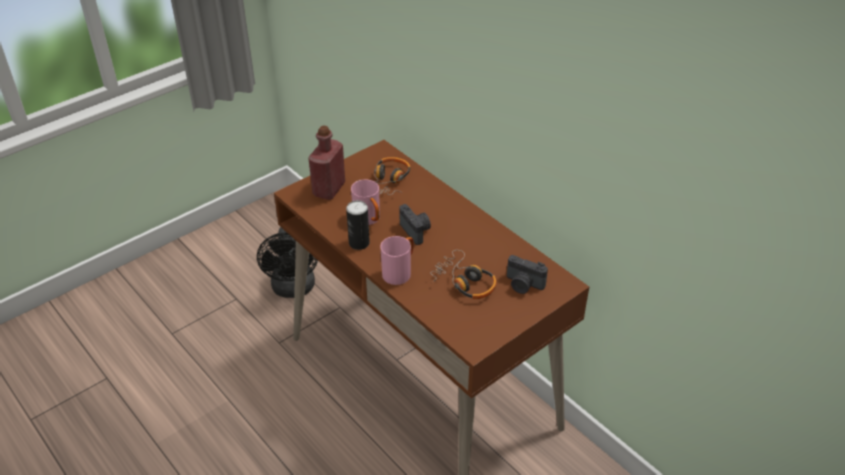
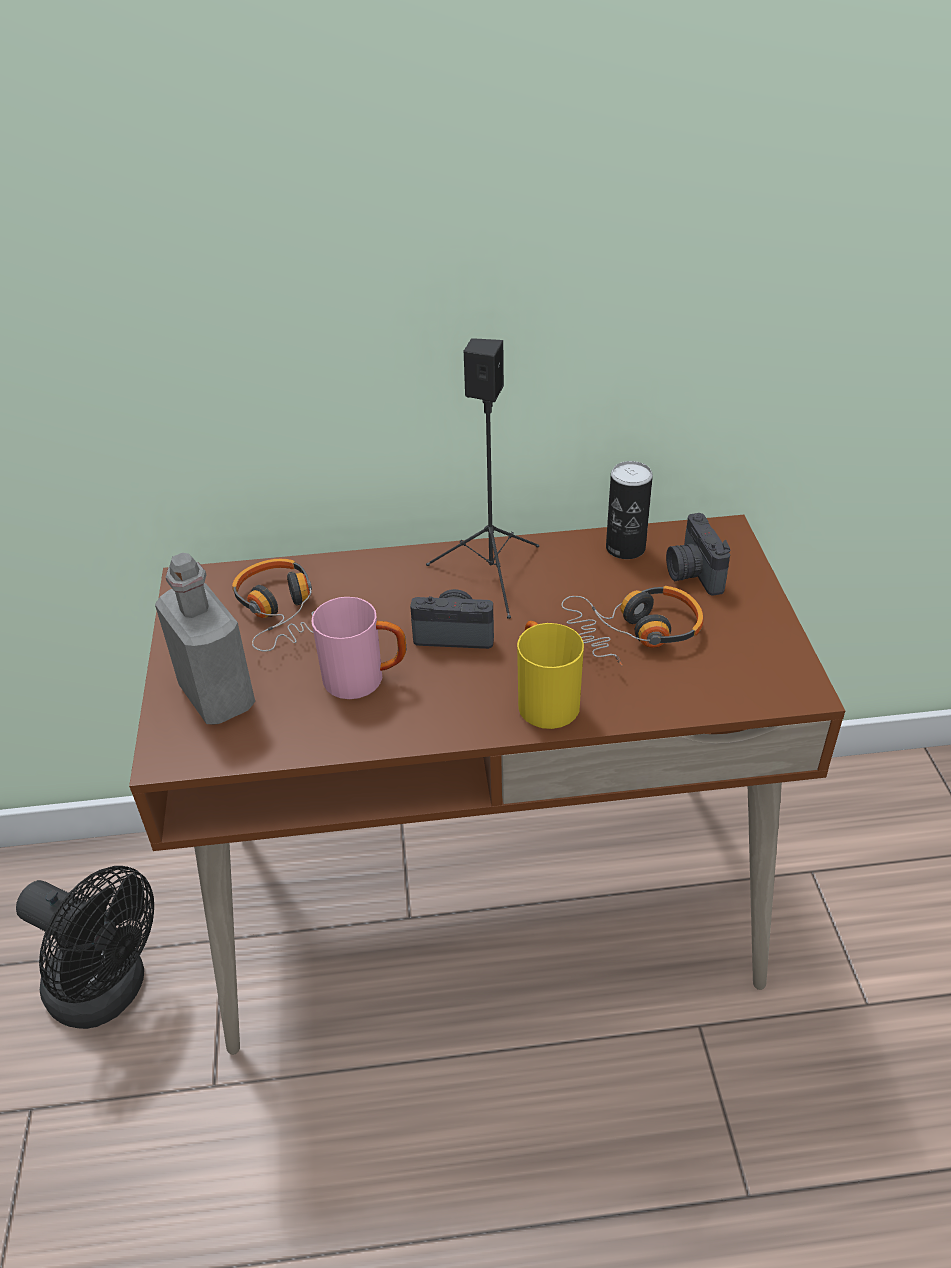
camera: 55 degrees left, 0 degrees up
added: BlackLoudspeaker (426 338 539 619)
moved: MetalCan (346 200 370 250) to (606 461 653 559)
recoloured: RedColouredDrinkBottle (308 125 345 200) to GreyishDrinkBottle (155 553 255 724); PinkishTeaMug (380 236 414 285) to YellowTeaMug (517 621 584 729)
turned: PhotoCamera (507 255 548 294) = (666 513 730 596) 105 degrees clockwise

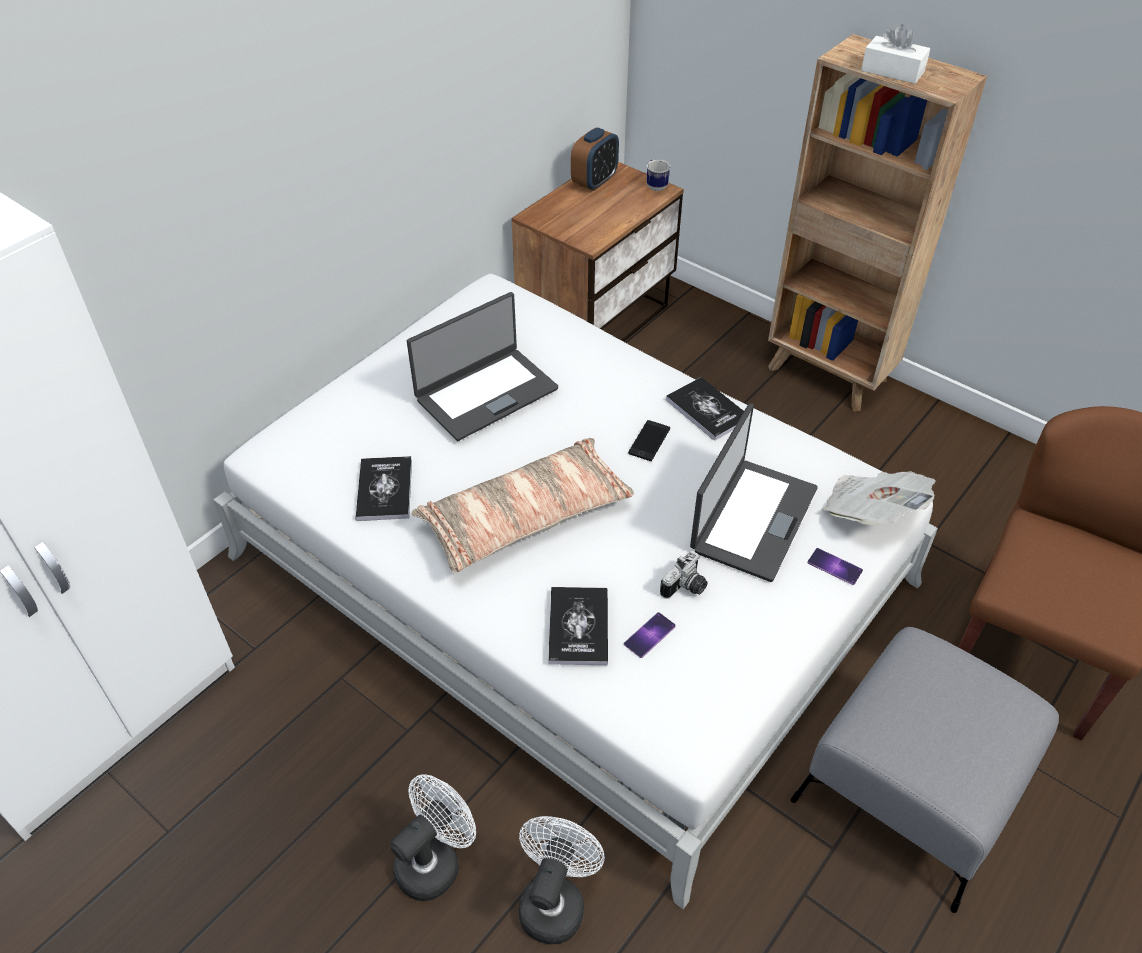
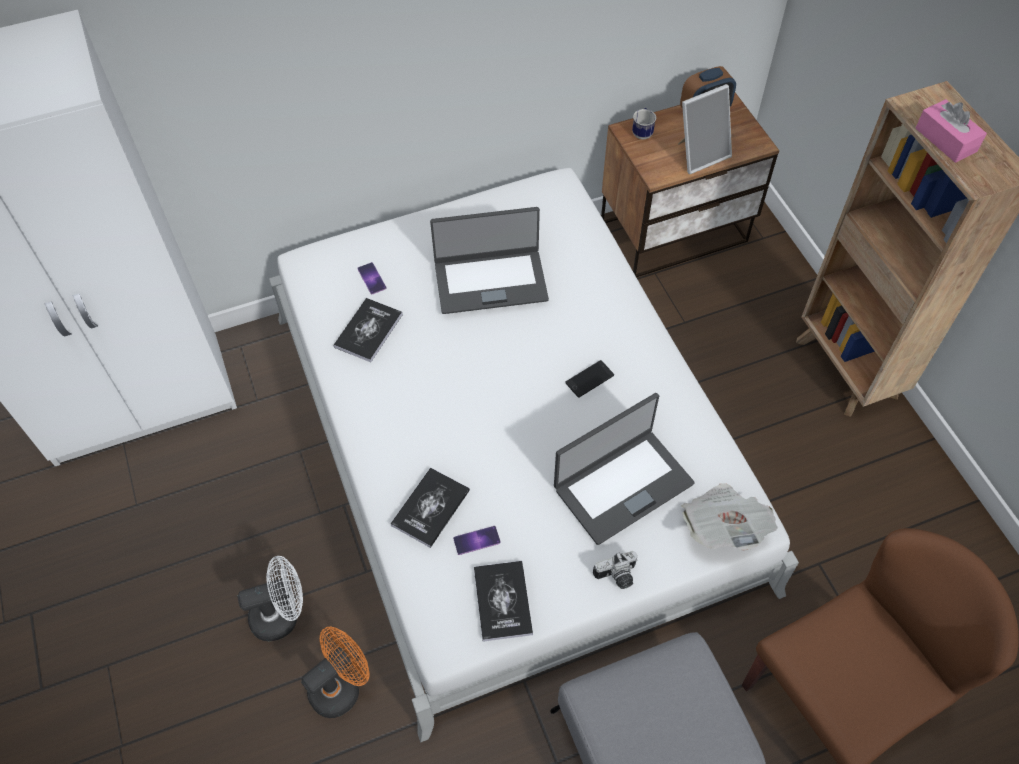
camera: 30 degrees right, 10 degrees up
removed: ThrowPillow (412 438 634 573)
added: PhotoFrame (678 84 732 174)
moved: TeaMug (646 159 671 191) to (632 108 656 139); PhotoCamera (660 551 708 599) to (593 551 637 589); Book (666 377 744 441) to (474 561 533 642); Handset (807 548 863 585) to (357 262 387 294)
recoloured: WhitishElectricFan (519 816 605 945) to OrangeColouredElectricFan (301 626 370 718); WhitishTissueBox (861 24 930 84) to PinkishTissueBox (916 99 987 163)

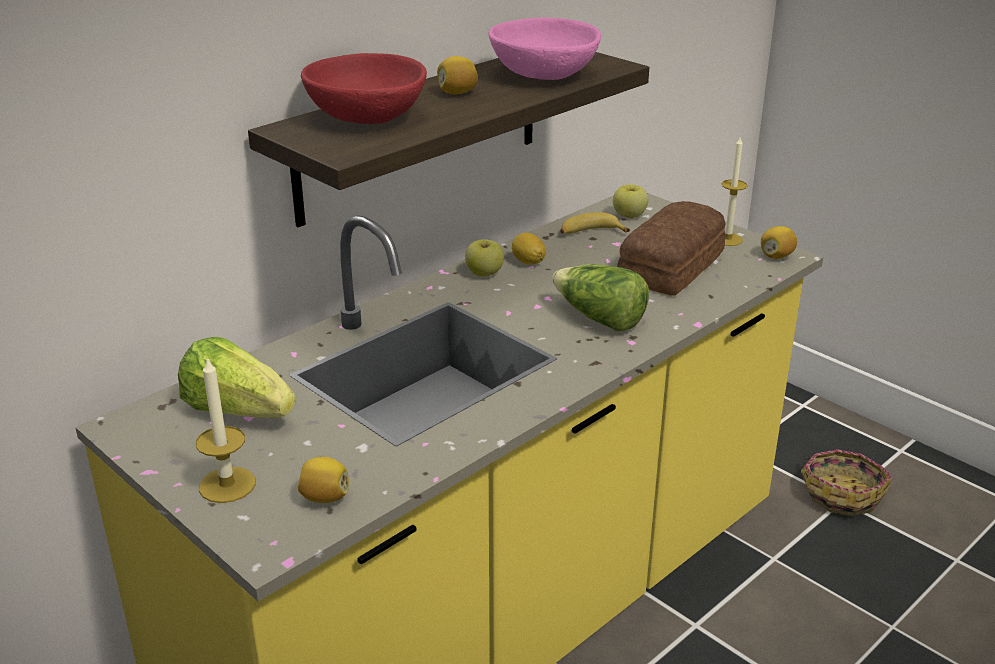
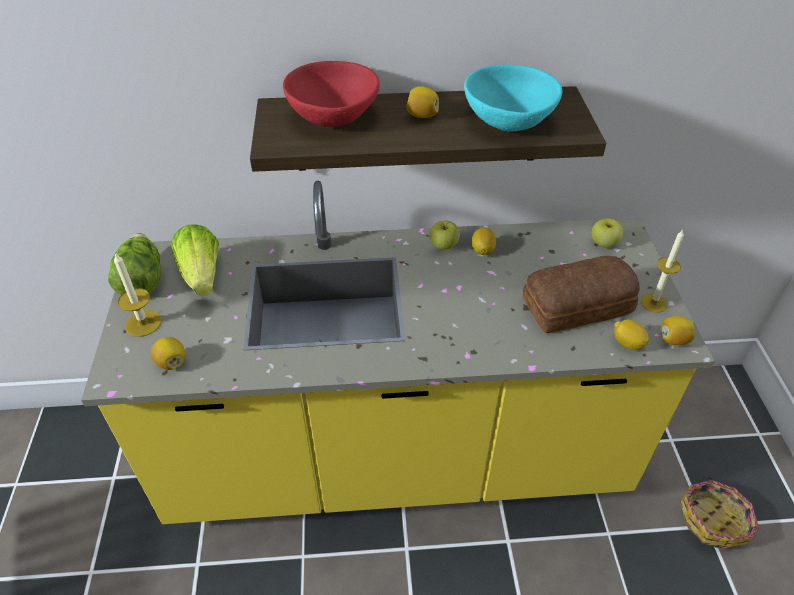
camera: 40 degrees right, 15 degrees up
removed: BananaFruit (560 212 630 234)
added: CitrusFruit (614 319 649 350)
moved: LettuceHead (552 264 649 332) to (108 233 161 295)
recoloured: PinkishDeepDish (488 18 601 80) to TurquoiseColouredDeepDish (464 64 562 132)

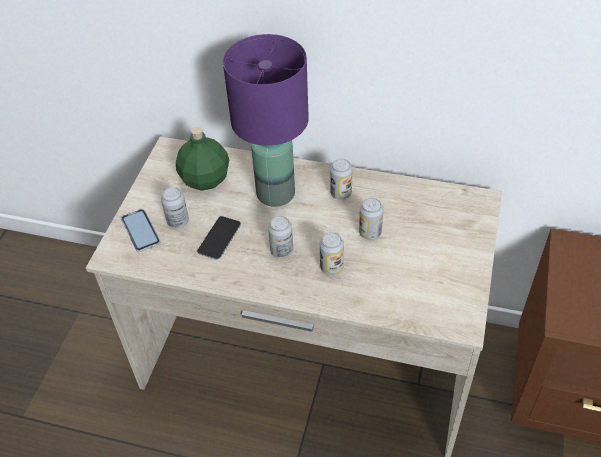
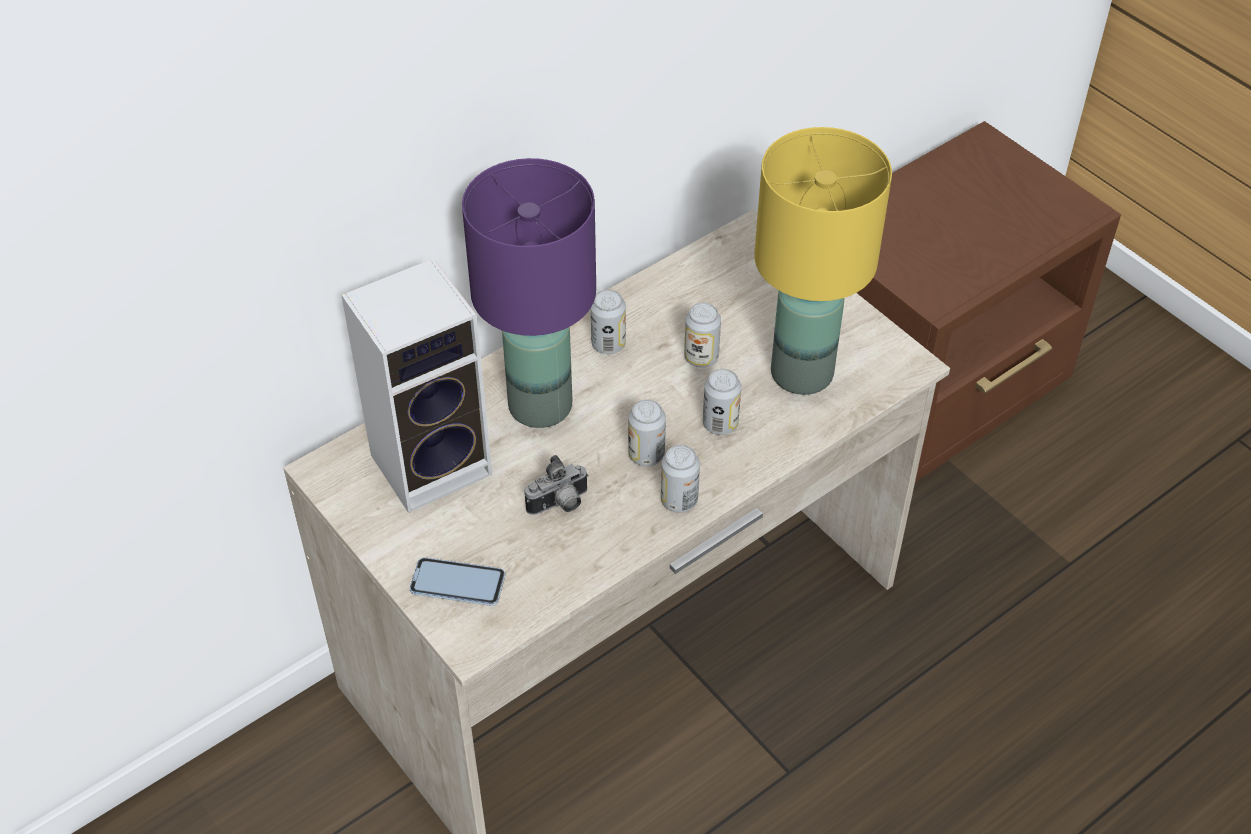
camera: 55 degrees left, 0 degrees up
added: YellowLampForATable (754 127 892 395)
moved: MetalCan (161 187 189 229) to (661 445 700 513)
replaced: GreenColouredDrinkBottle (176 127 229 191) to Loudspeaker (341 258 492 513); Handset (197 216 241 260) to PhotoCamera (525 455 589 515)

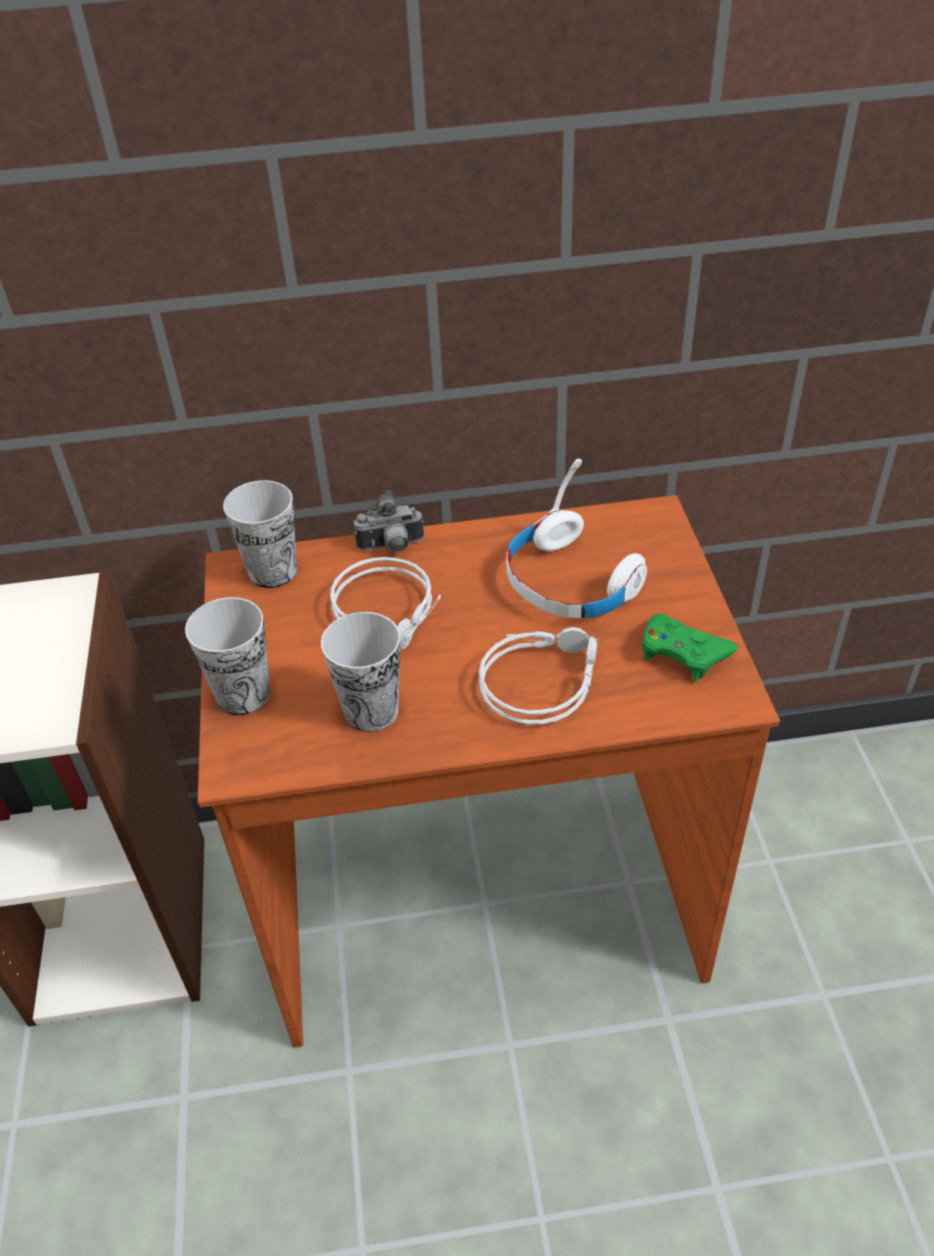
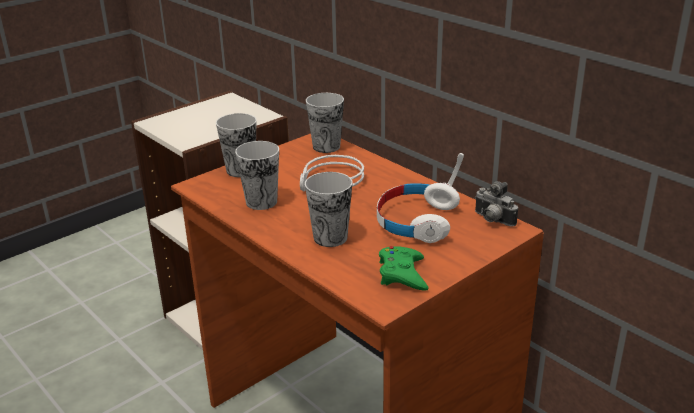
camera: 55 degrees right, 15 degrees down
moved: PhotoCamera (354 490 424 552) to (475 181 518 227)
replaced: GreyishHeadphones (479 627 597 725) to DrinkingCup (305 172 352 247)

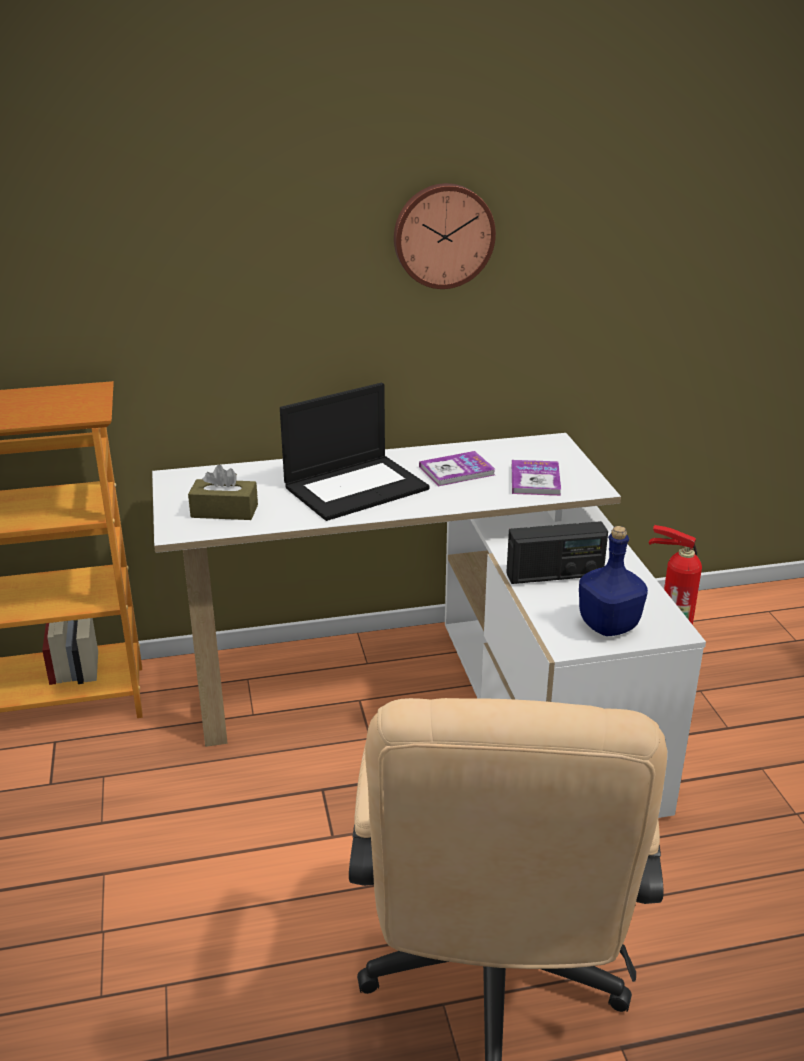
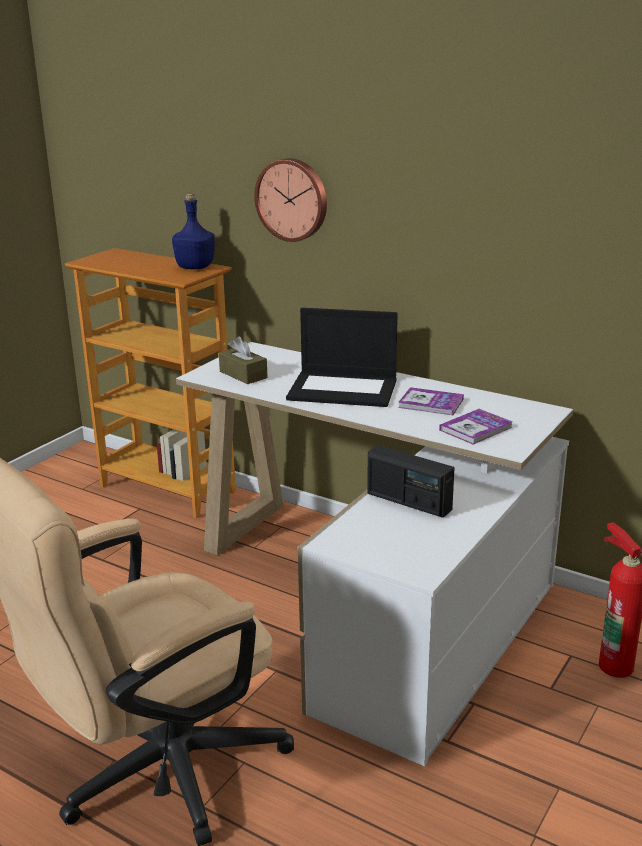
camera: 45 degrees right, 5 degrees down
moved: ClockOnTheWall (394 183 496 289) to (254 158 327 242); BlueDrinkBottle (579 526 648 636) to (172 194 215 269)

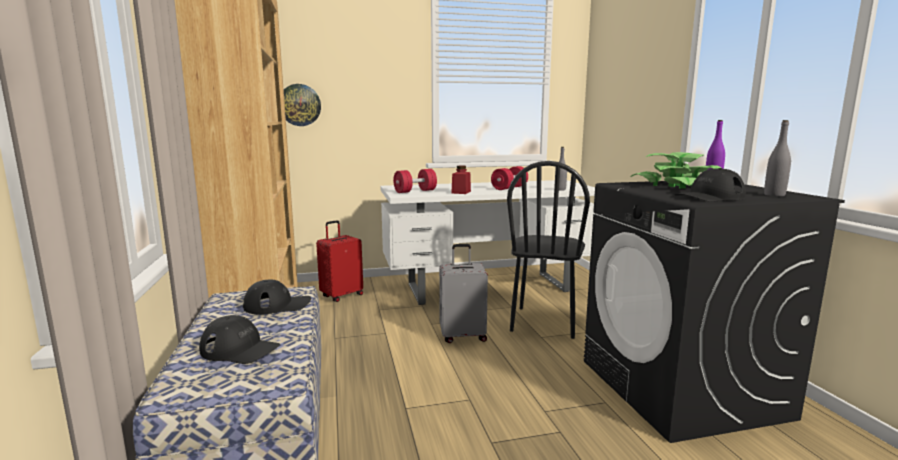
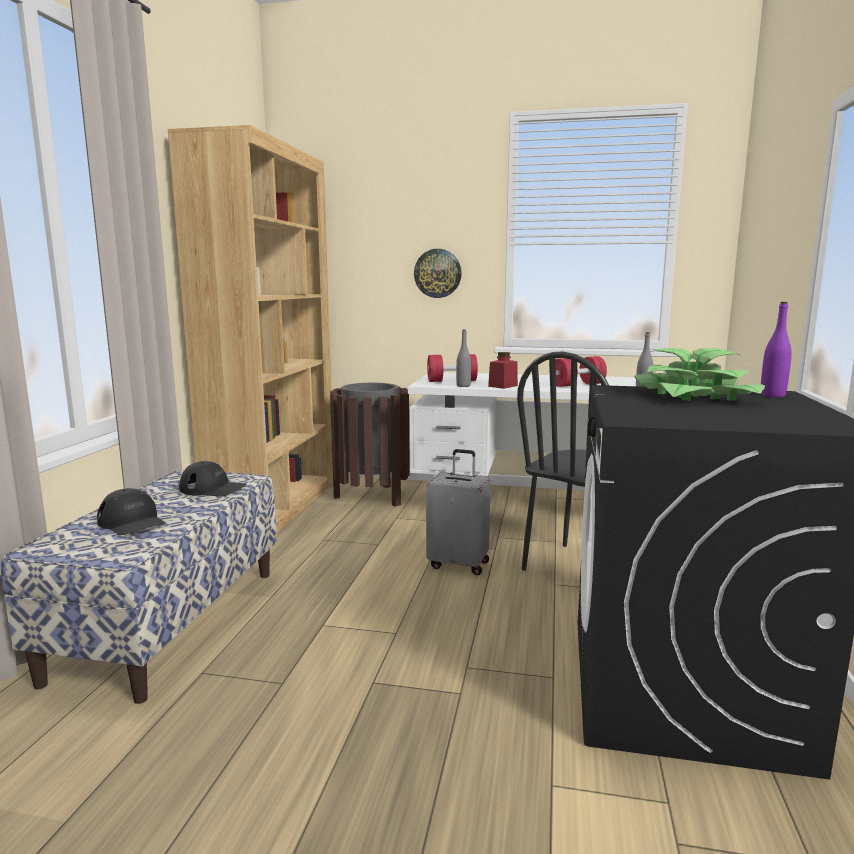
camera: 25 degrees right, 0 degrees up
removed: BlackCap (674 168 746 202)
moved: ClockOnTheWall (284 84 321 126) to (414 249 462 298); GreyishDrinkBottle (764 120 791 196) to (456 330 471 387)
replaced: RedColouredPieceOfLuggage (316 220 363 302) to BrownWasteBin (330 383 410 507)

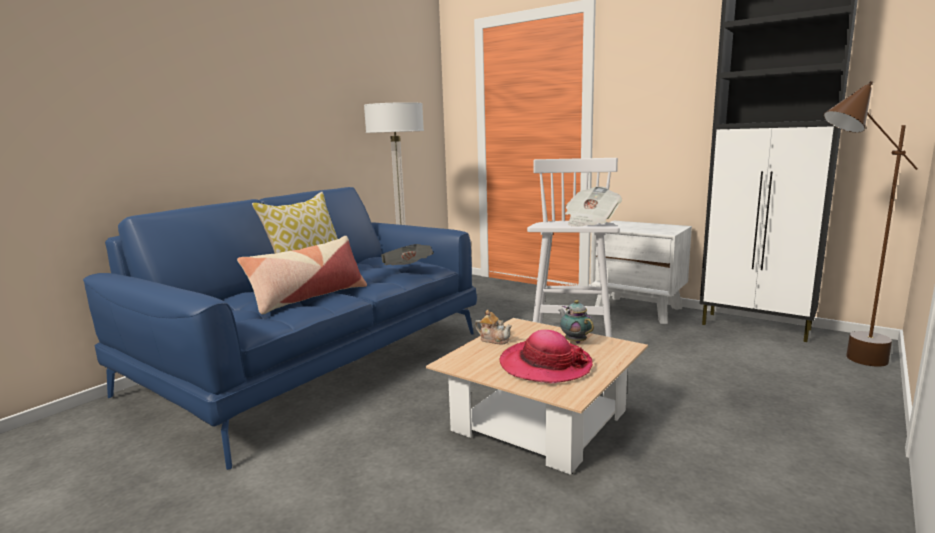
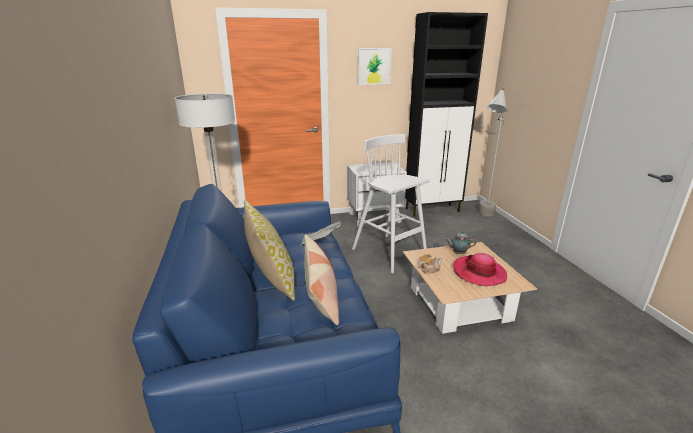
camera: 50 degrees left, 10 degrees up
removed: Newspaper (565 186 622 227)
added: Picture (358 48 392 85)
recoloured: BrownStandingLamp (824 81 918 367) to GreyishStandingLamp (478 88 507 217)

